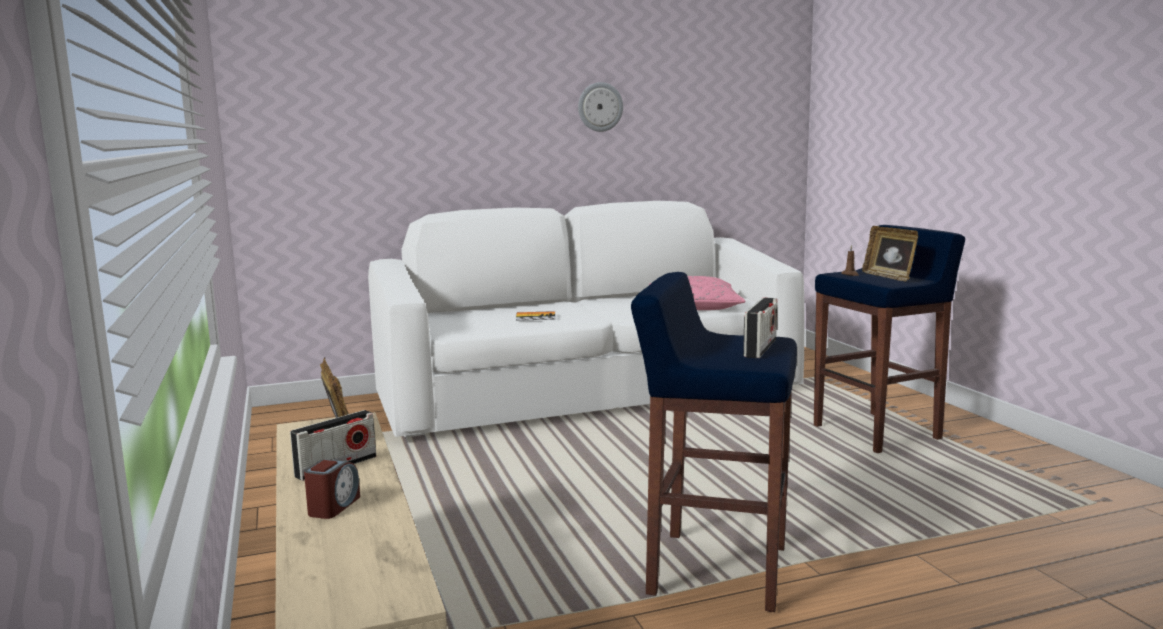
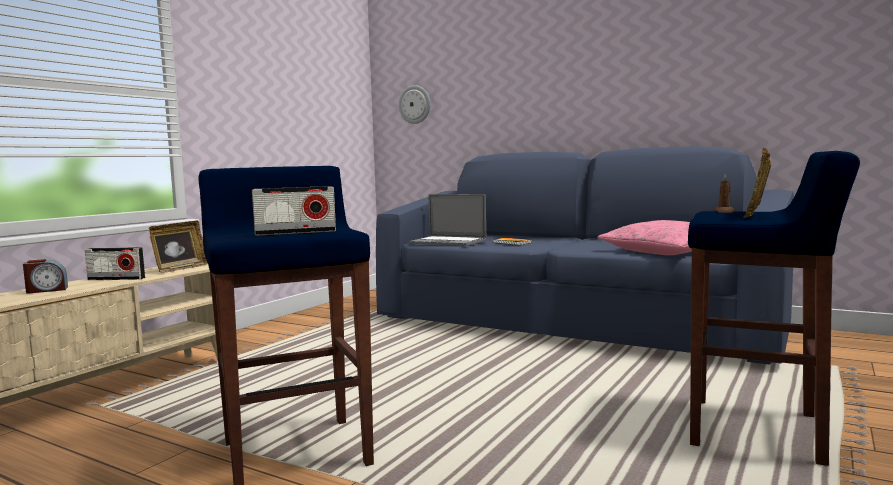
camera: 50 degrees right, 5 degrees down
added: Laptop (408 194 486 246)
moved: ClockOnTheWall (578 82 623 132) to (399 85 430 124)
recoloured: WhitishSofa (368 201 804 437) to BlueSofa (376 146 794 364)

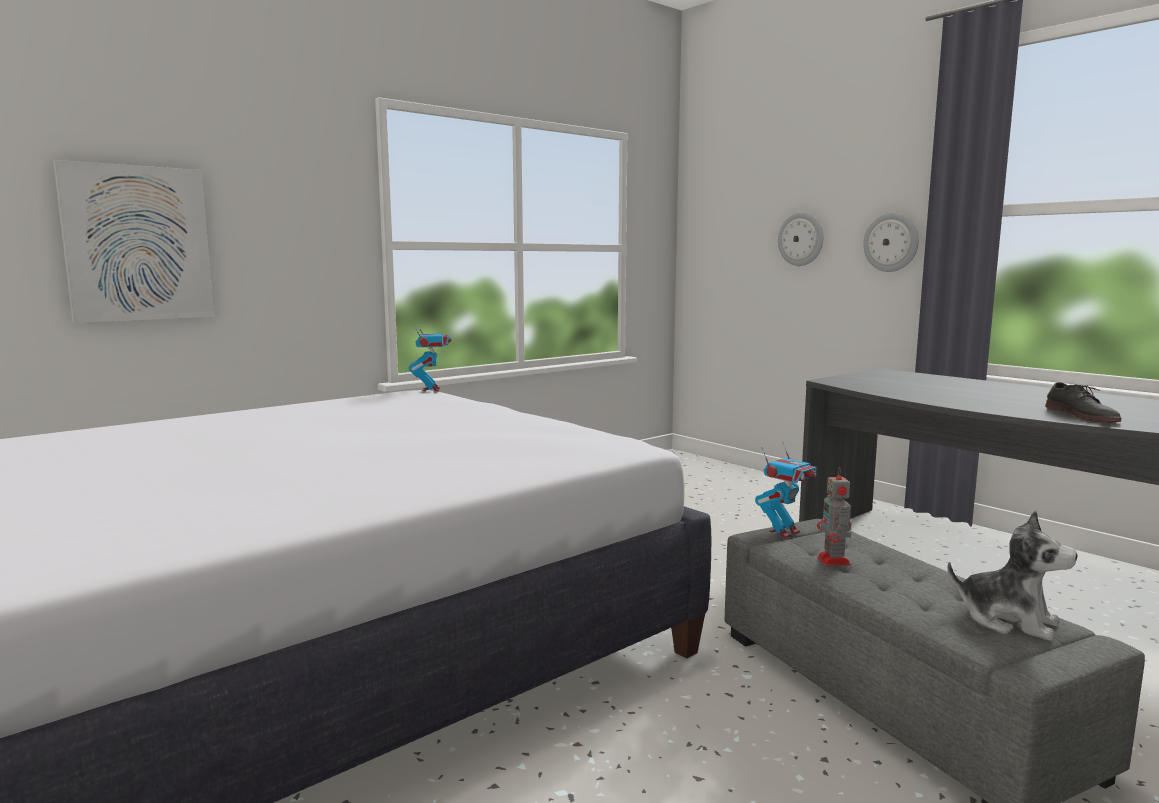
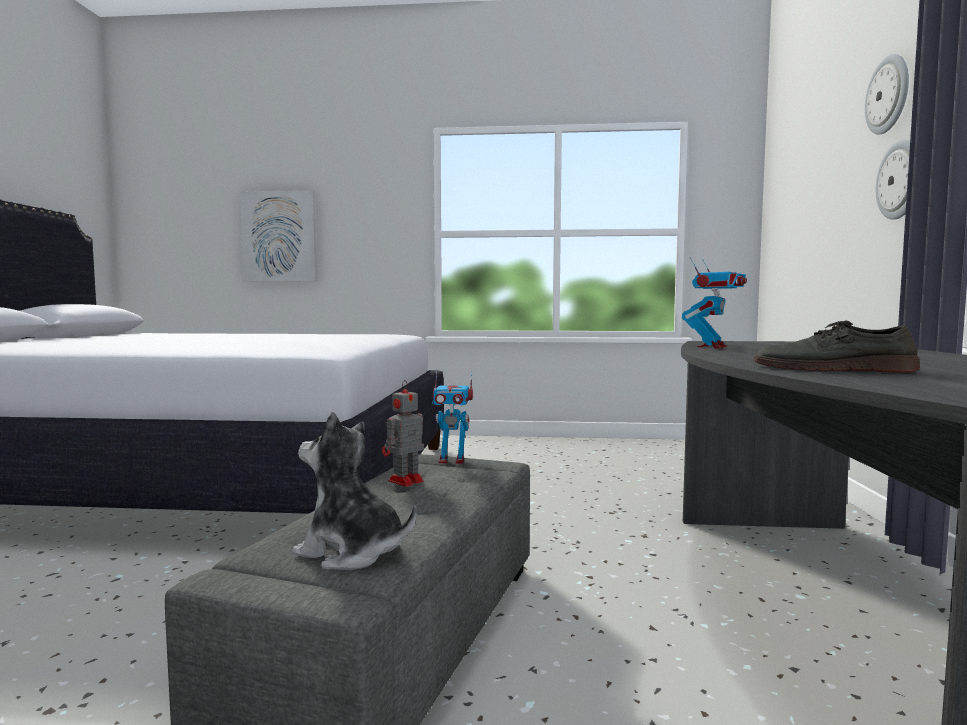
camera: 45 degrees right, 5 degrees down
moved: RobotFigure (409 323 451 392) to (682 257 747 348); ClockOnTheWall (778 212 823 266) to (865 54 909 135)
turned: SoftToy (947 510 1077 641) = (292 412 417 570) 120 degrees clockwise; GreyishLowShoe (1045 382 1121 423) = (753 320 920 373) 75 degrees clockwise

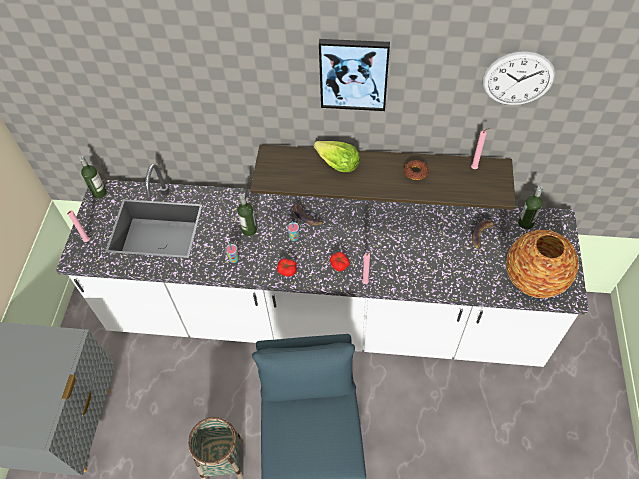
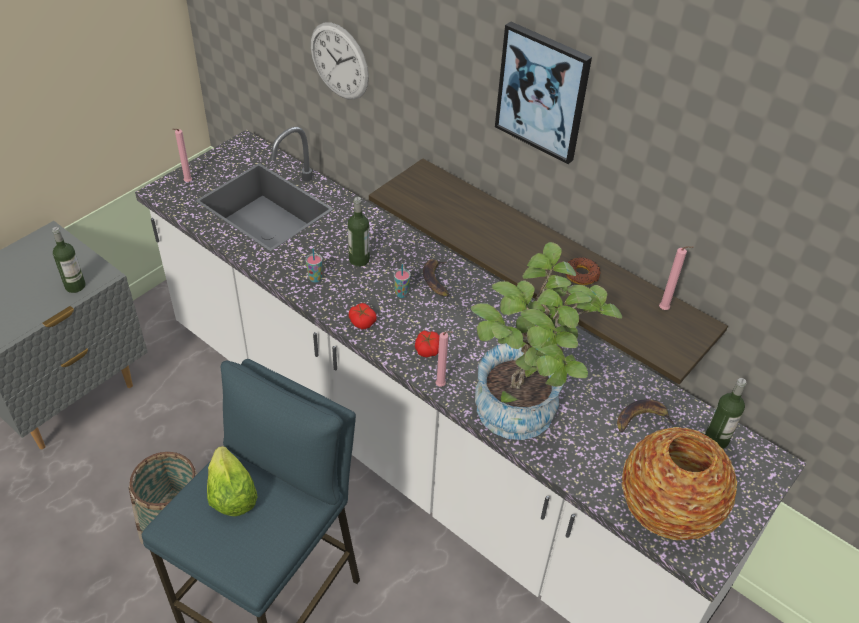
camera: 30 degrees right, 10 degrees down
added: PlantInAPot (471 242 622 440)
moved: DrinkBottle (79 156 107 199) to (52 227 85 293); LettuceHead (314 141 360 172) to (207 446 258 516); ClockOnTheWall (482 51 556 105) to (311 22 369 100)

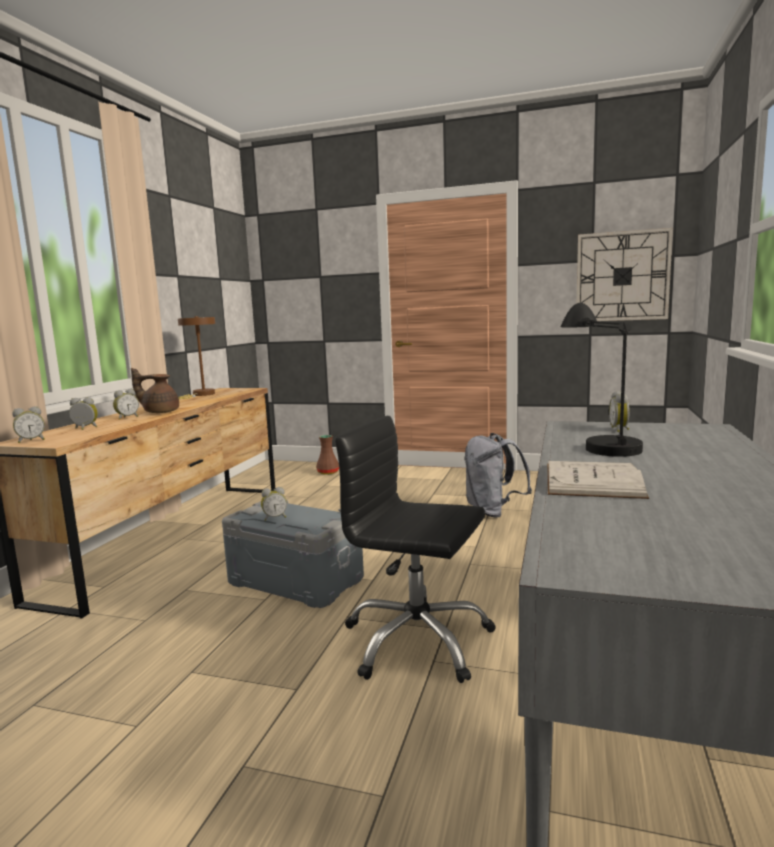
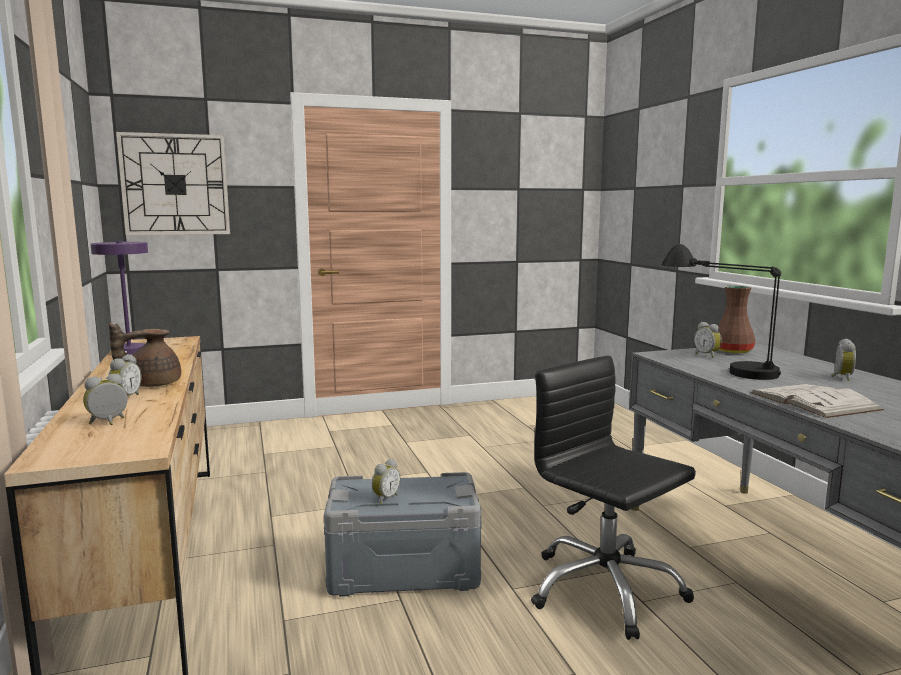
camera: 35 degrees left, 0 degrees up
removed: GreyishRucksack (464 433 532 518)
moved: BedsideClock (12 406 45 443) to (832 339 856 381); BrownDecorativeVase (316 435 339 475) to (718 286 756 353); ClockOnTheWall (577 228 673 321) to (116 132 230 235)
recoloured: BrownLampForATable (178 316 215 399) to PurplishLampForATable (91 241 148 355)
turned: BlackDeskChair (335 416 496 683) = (531 356 696 640) 60 degrees clockwise

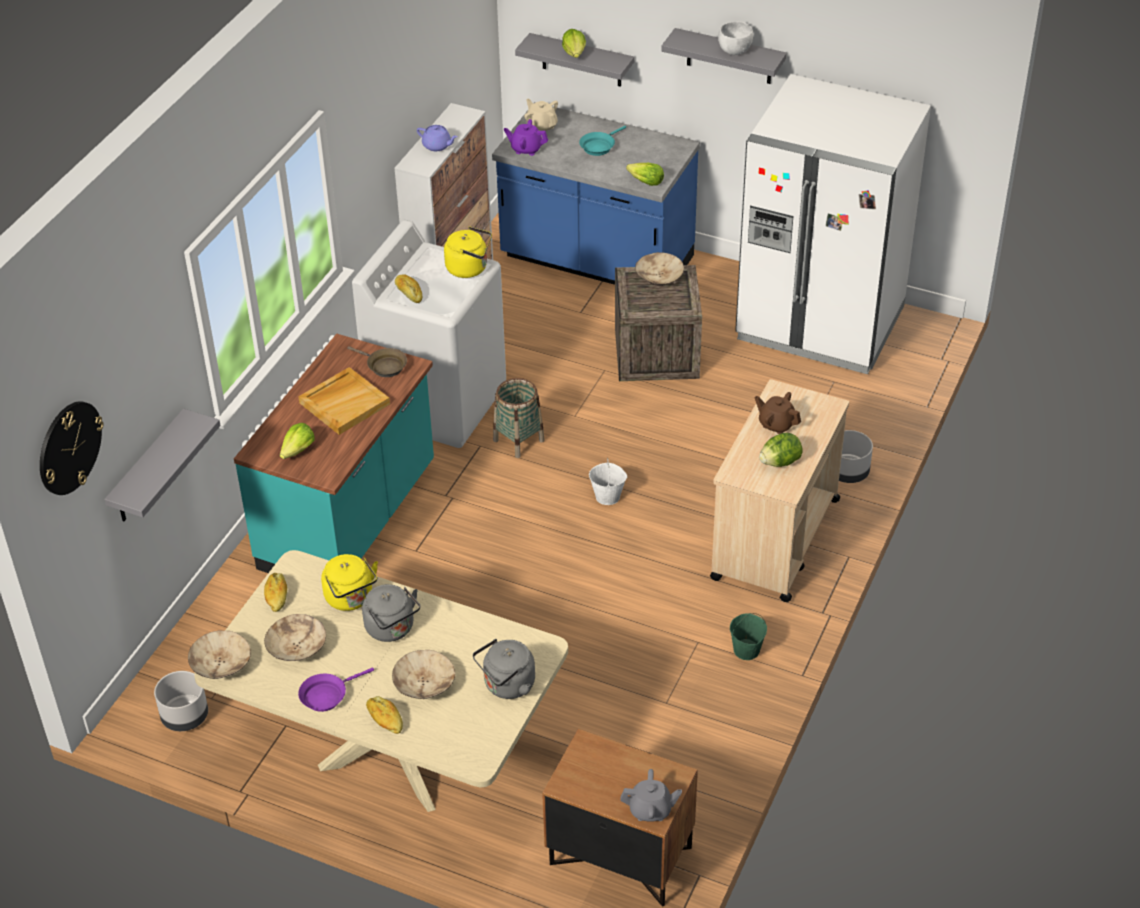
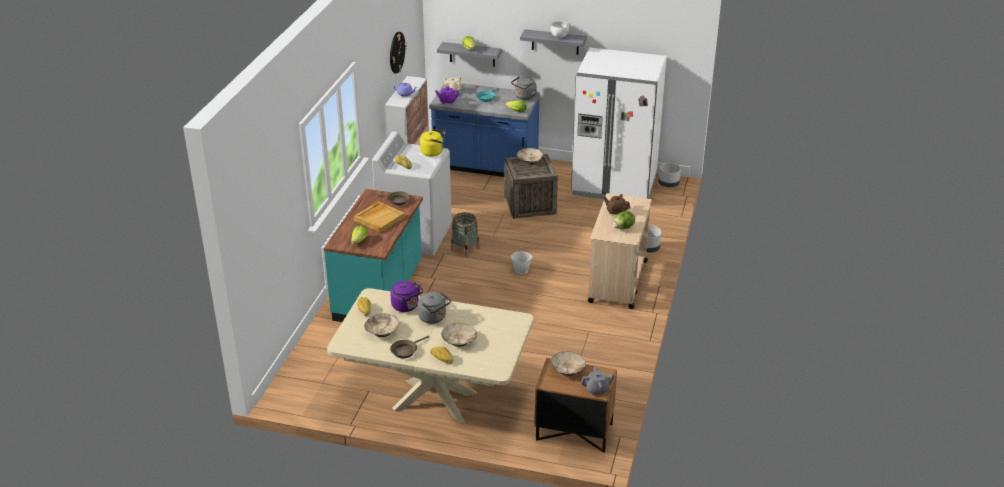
camera: 10 degrees left, 10 degrees down
removed: GreyishBracketShelf (104 409 220 522); GreenColouredBucket (730 613 767 660)
moved: ClockOnTheWall (40 401 104 495) to (390 32 407 74); GreyishPlanter (154 671 208 731) to (658 163 681 187); BeigeDeepDish (188 631 251 679) to (550 351 586 376); GreyishWaterKettle (473 639 535 699) to (511 76 537 100)
recoloured: PurplishFryingPan (298 667 374 712) to BrownFryingPan (390 335 429 359); YellowWaterKettle (321 554 378 611) to PurplishWaterKettle (390 281 423 312)

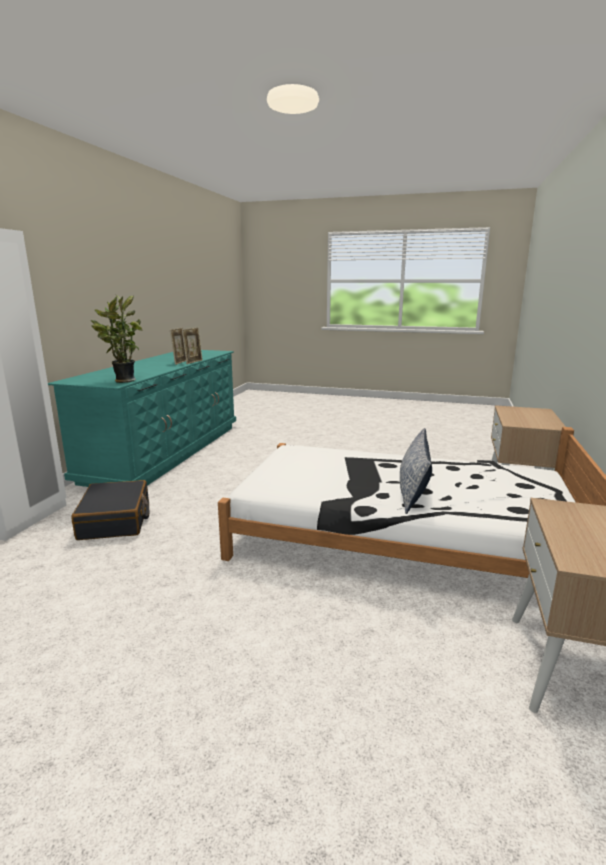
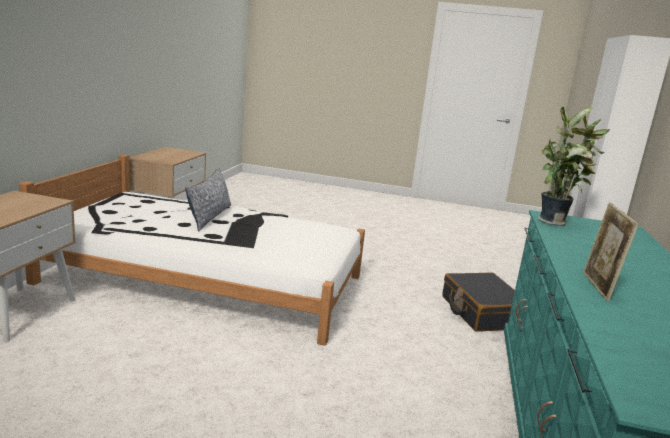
camera: 175 degrees right, 0 degrees up
removed: PhotoFrame (182 328 202 364)

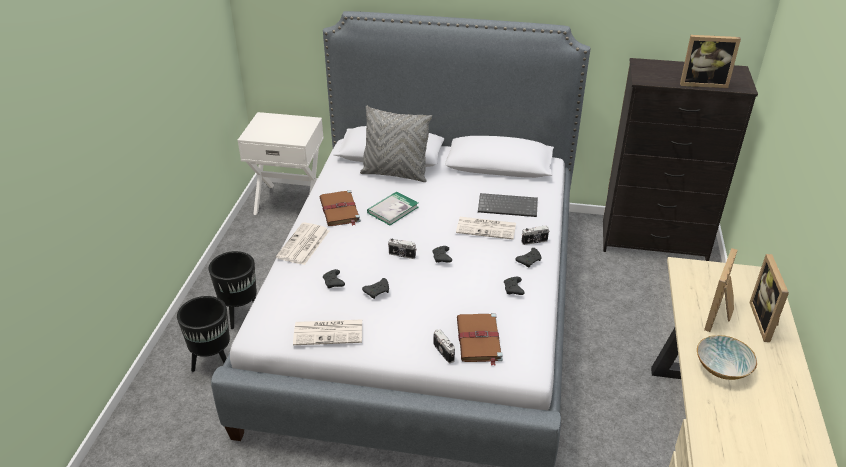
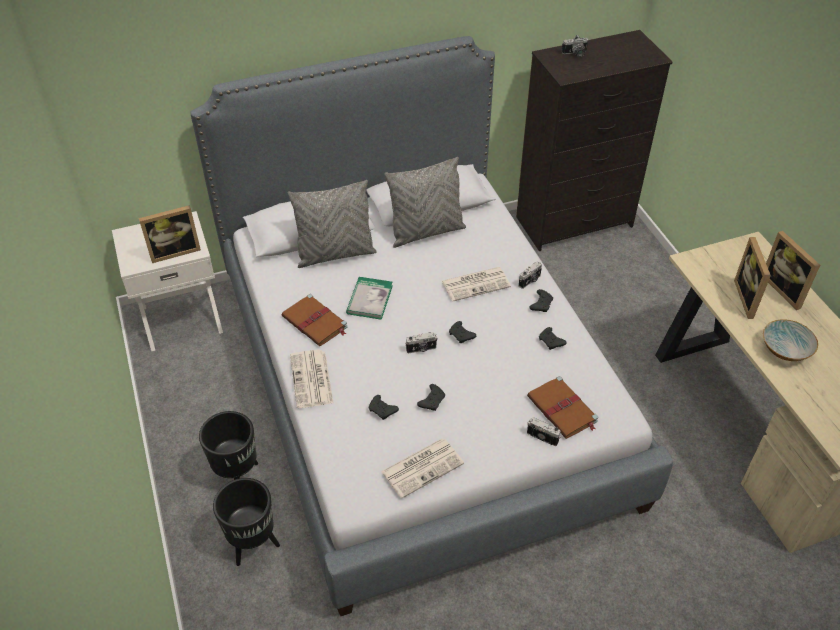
camera: 30 degrees left, 10 degrees up
removed: Keyboard (478 193 538 217)
added: GreyishThrowPillow (384 157 466 248); PhotoCamera (562 35 588 57)
moved: PhotoFrame (680 35 741 88) to (139 205 201 263)

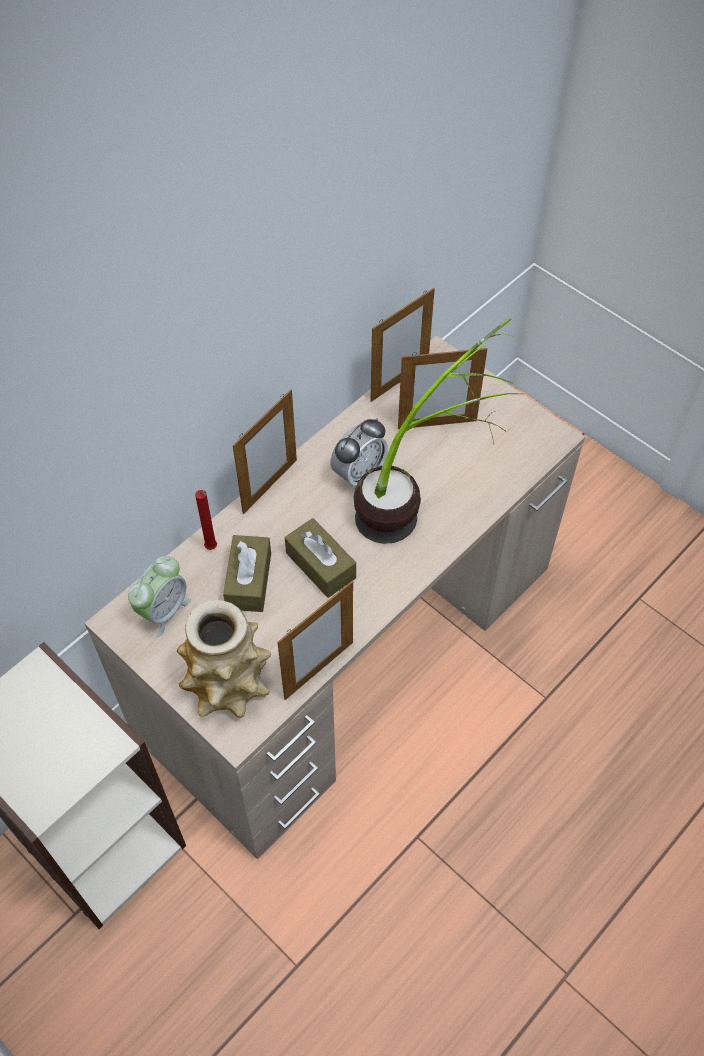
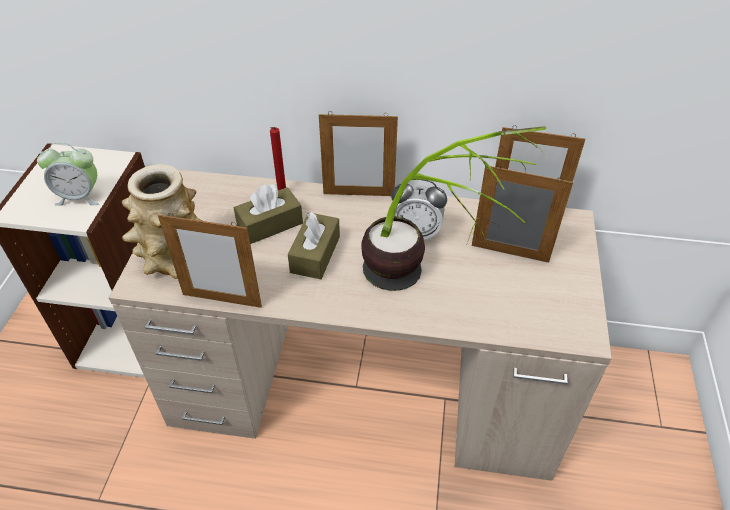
camera: 55 degrees right, 10 degrees down
moved: BedsideClock (128 556 191 637) to (37 142 99 206)
turned: PhotoFrame (398 348 487 429) = (472 165 573 263) 150 degrees clockwise

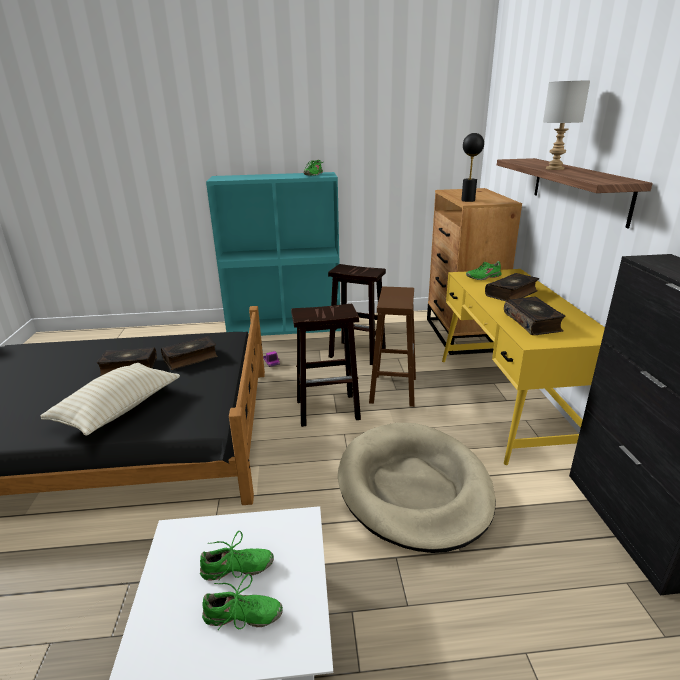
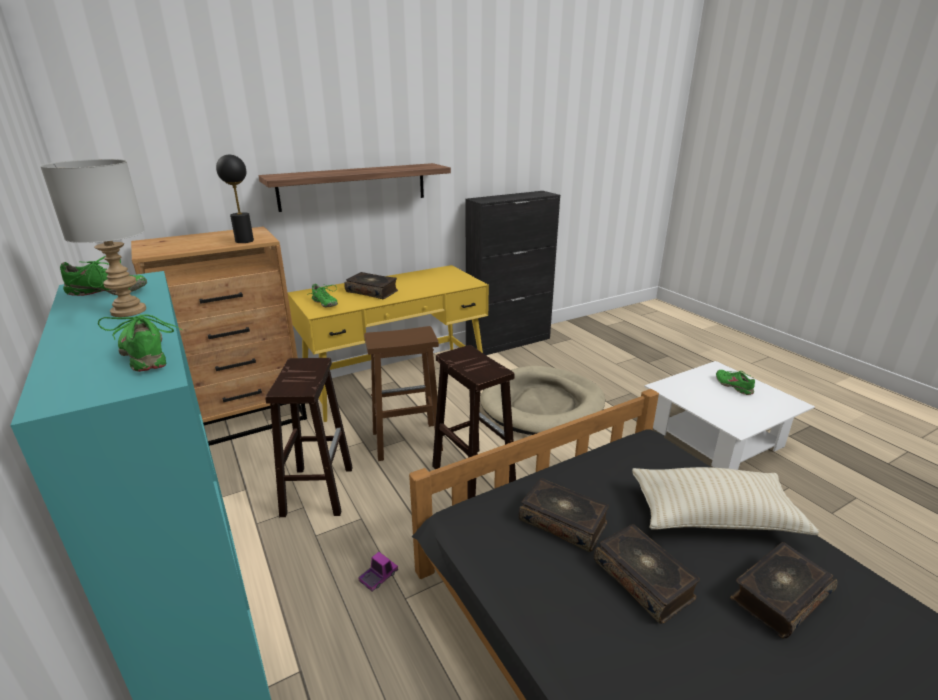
camera: 115 degrees left, 0 degrees up
moved: GreenColouredLowShoe (200 531 274 581) to (98 314 182 372); Book (504 297 565 335) to (730 542 838 639); GreyishLampForATable (543 81 590 170) to (40 159 146 317)

